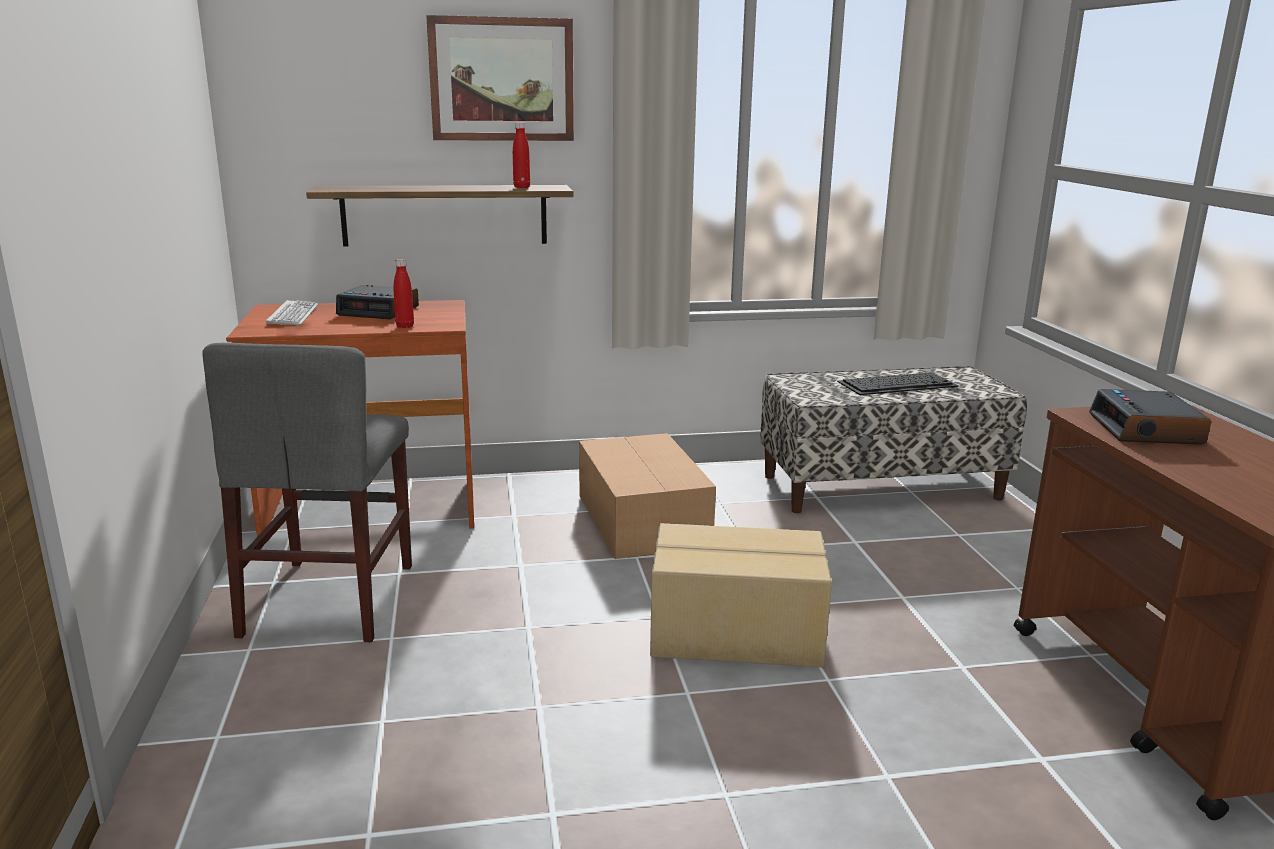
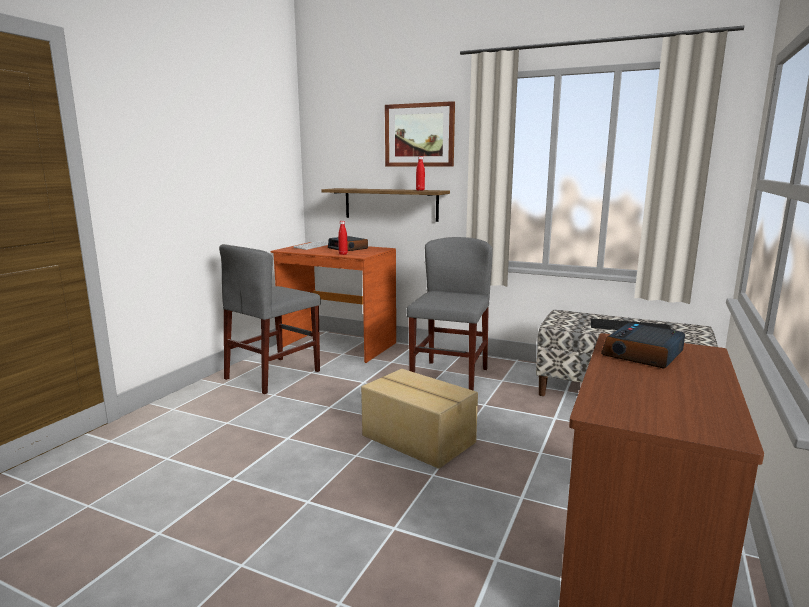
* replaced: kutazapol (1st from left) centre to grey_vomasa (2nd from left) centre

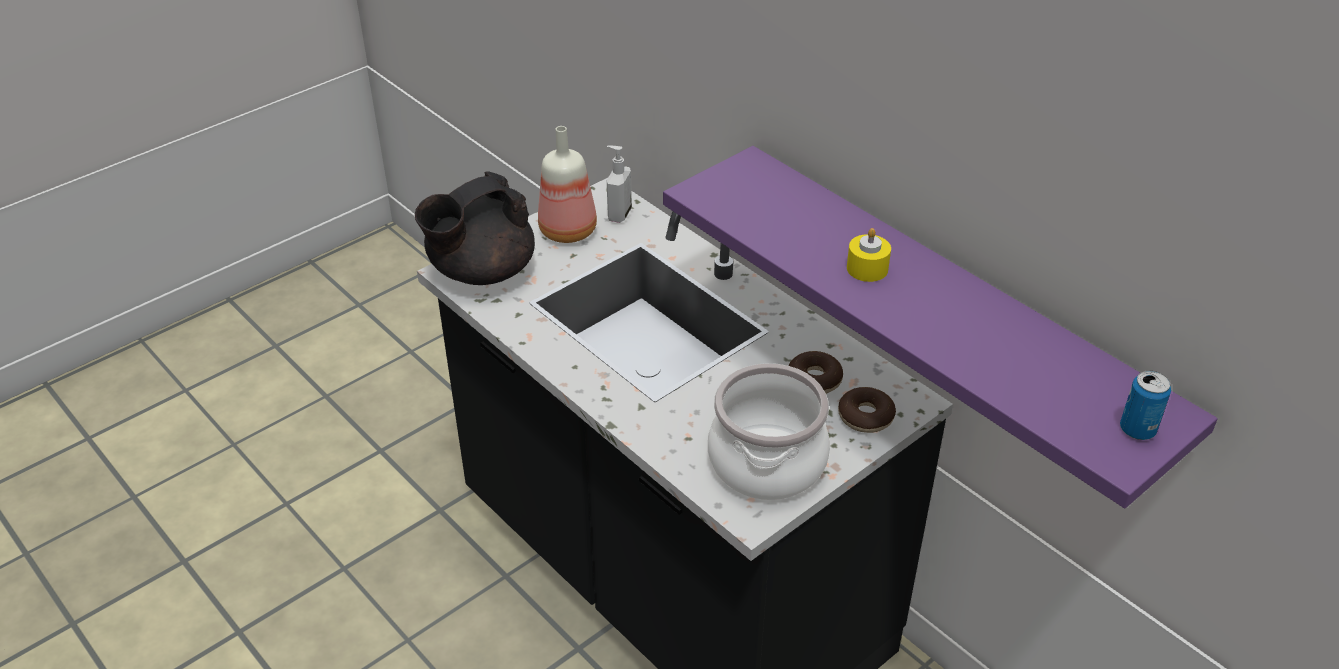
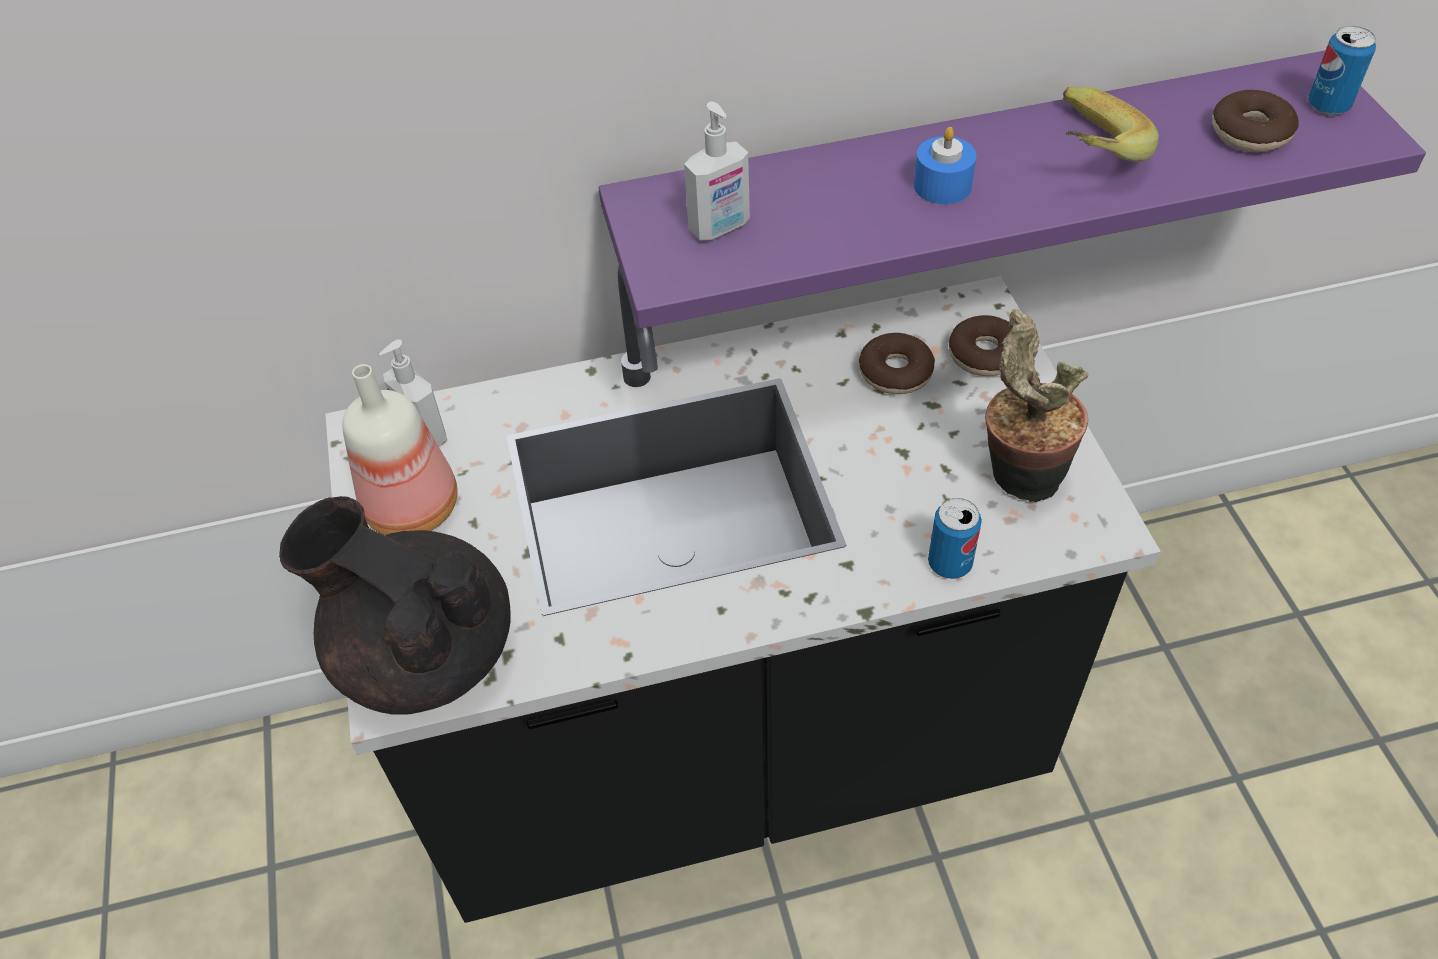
* turned: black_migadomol centre = middle left 135 degrees clockwise
* replaced: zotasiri centre to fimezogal middle right
* recoloured: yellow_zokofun centre to blue_zokofun top centre
* added: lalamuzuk (2nd from left) top centre
* added: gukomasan (1st from left) centre
* added: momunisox top right
* added: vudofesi (3rd from left) top right

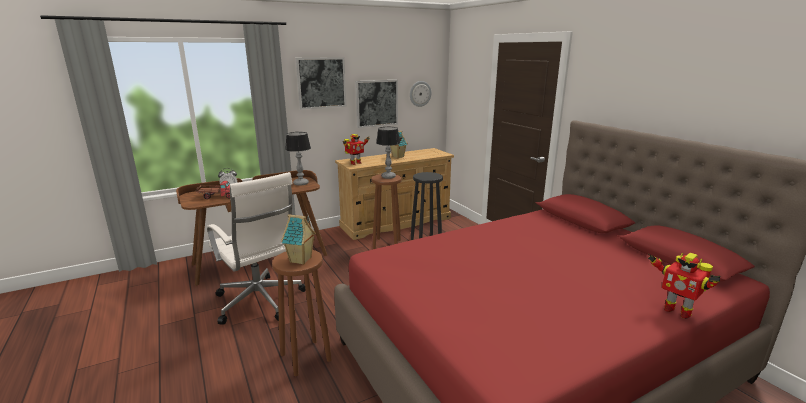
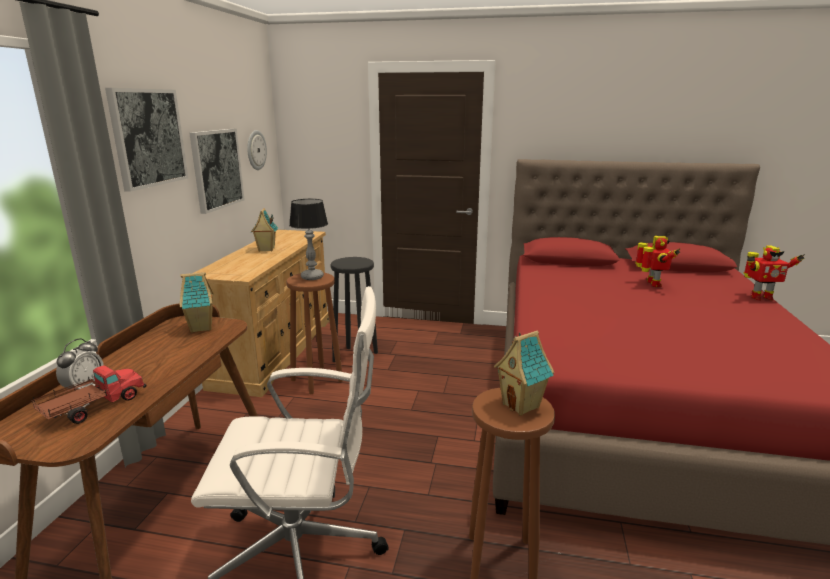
* replaced: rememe (1st from left) centre to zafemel (1st from left) middle left
* moved: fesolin (1st from left) centre to middle right

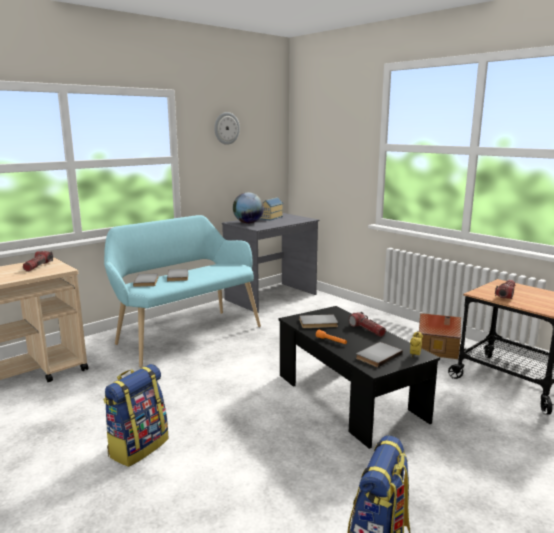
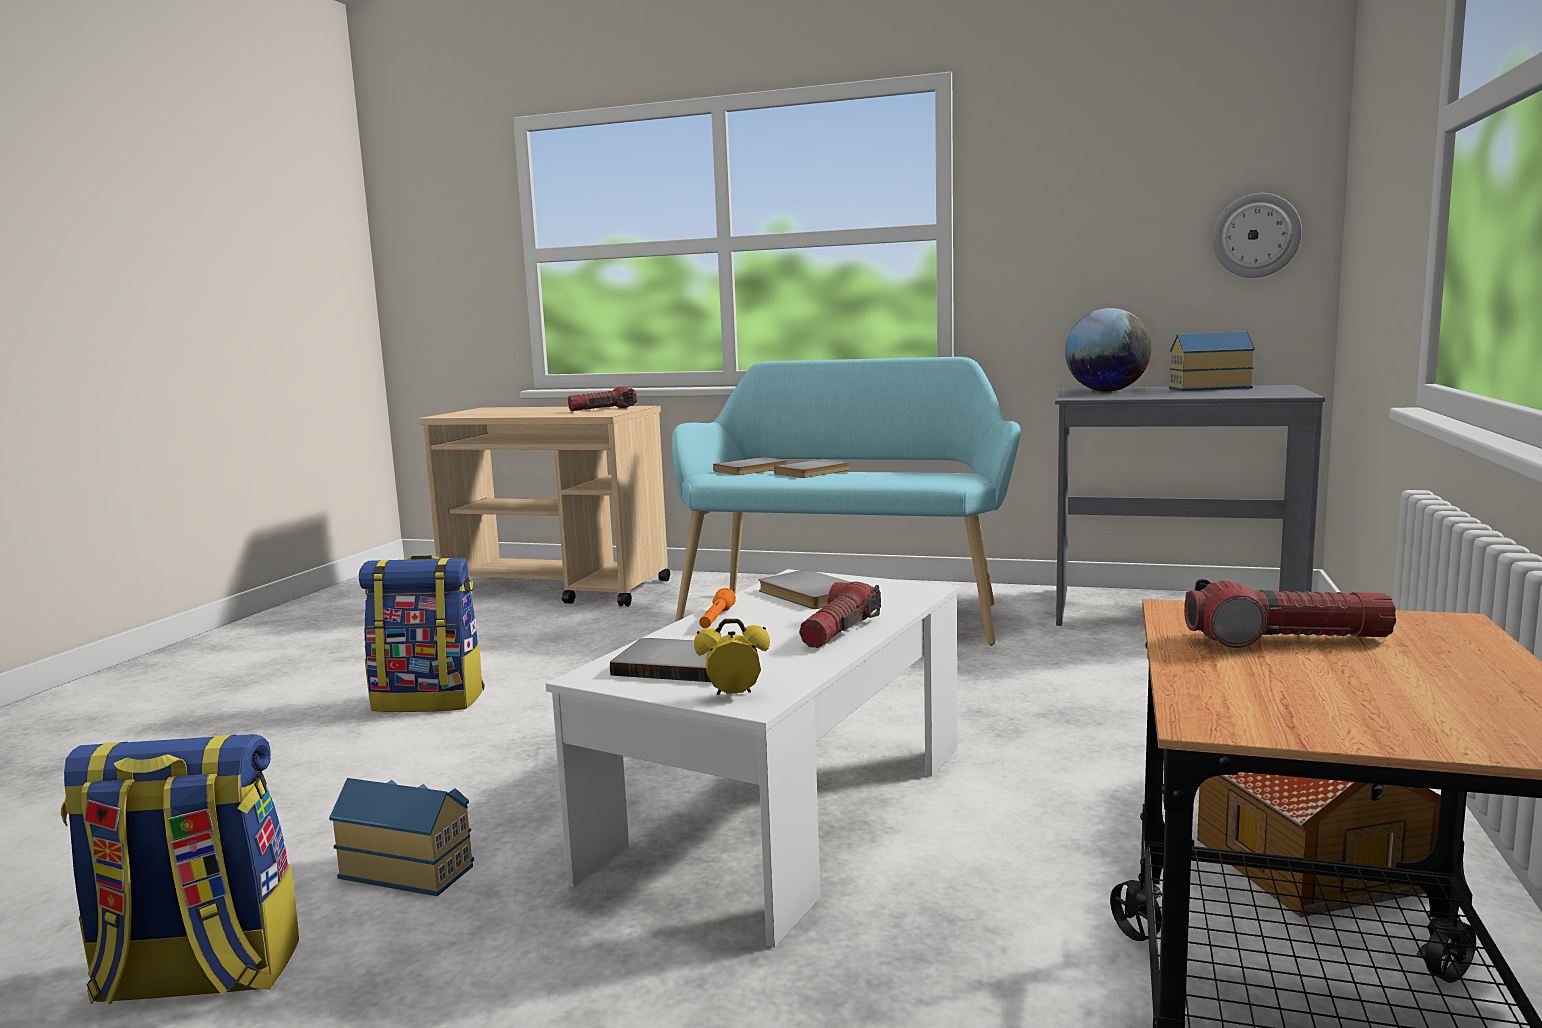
* moved: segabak top centre to top right
* recoloured: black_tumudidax bottom centre to white_tumudidax bottom centre
* added: zafemel (1st from left) bottom left

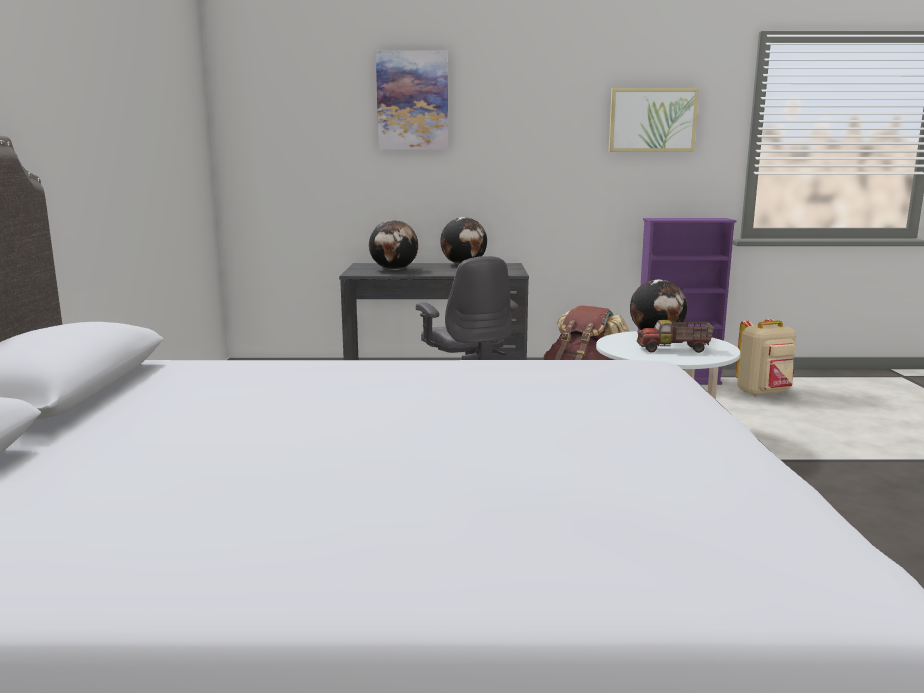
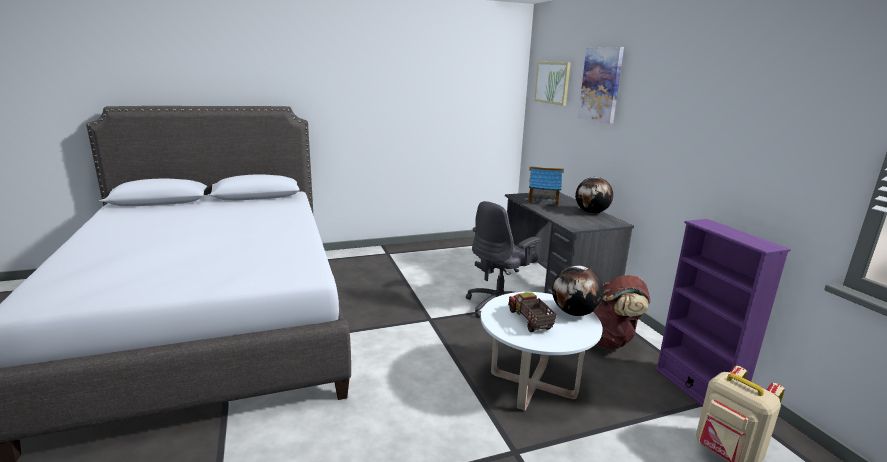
* replaced: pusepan (1st from left) centre to zafemel centre
* moved: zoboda (2nd from left in the first image) top right to zoboda (1st from left) top centre

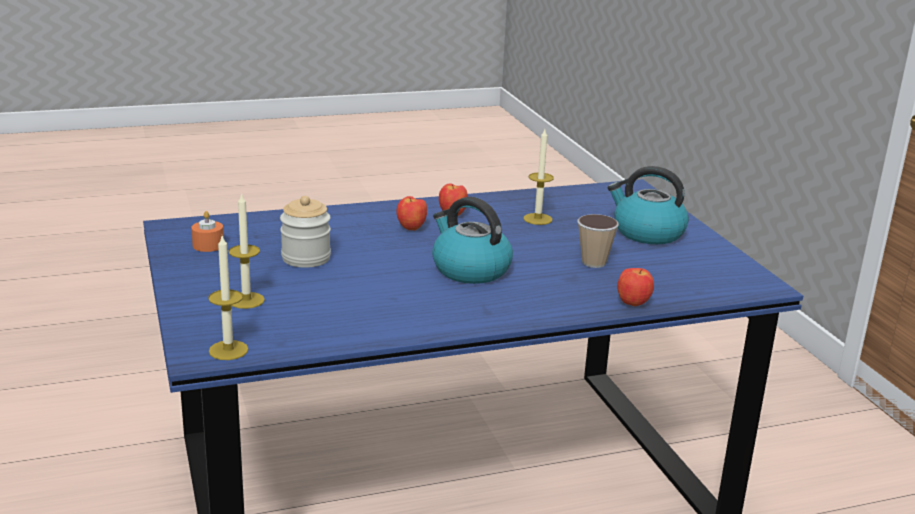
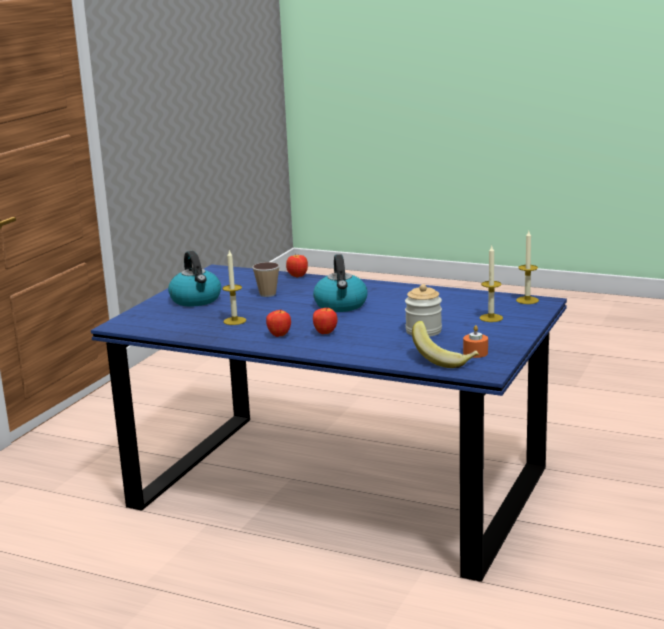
* added: momunisox middle right

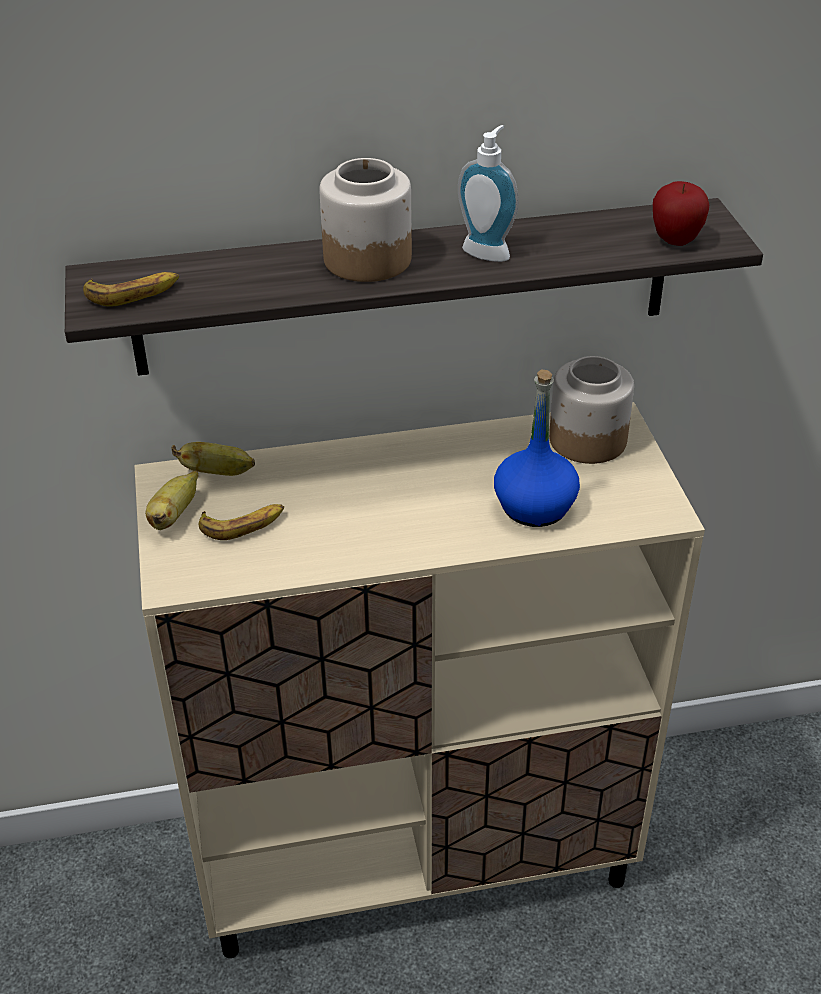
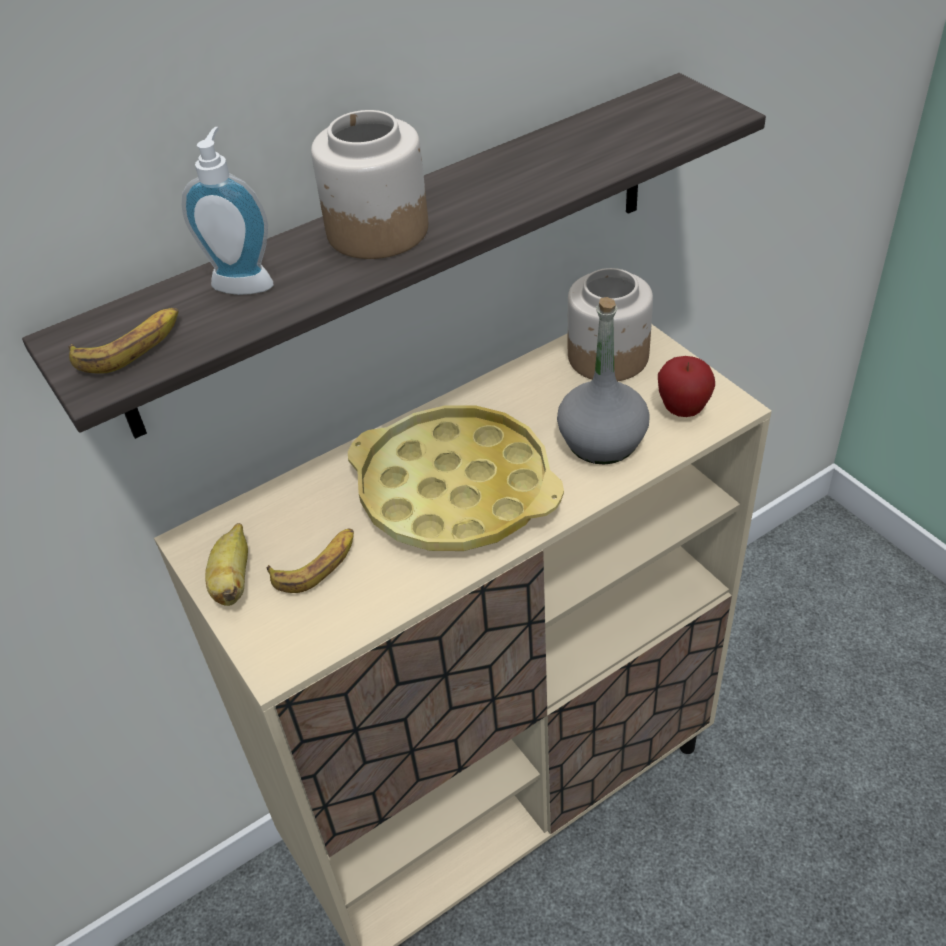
* removed: momunisox (3rd from left) middle left
* moved: lalamuzuk top centre to top left
* recoloured: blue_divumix centre to grey_divumix centre
* moved: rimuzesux top right to middle right
* added: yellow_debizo centre

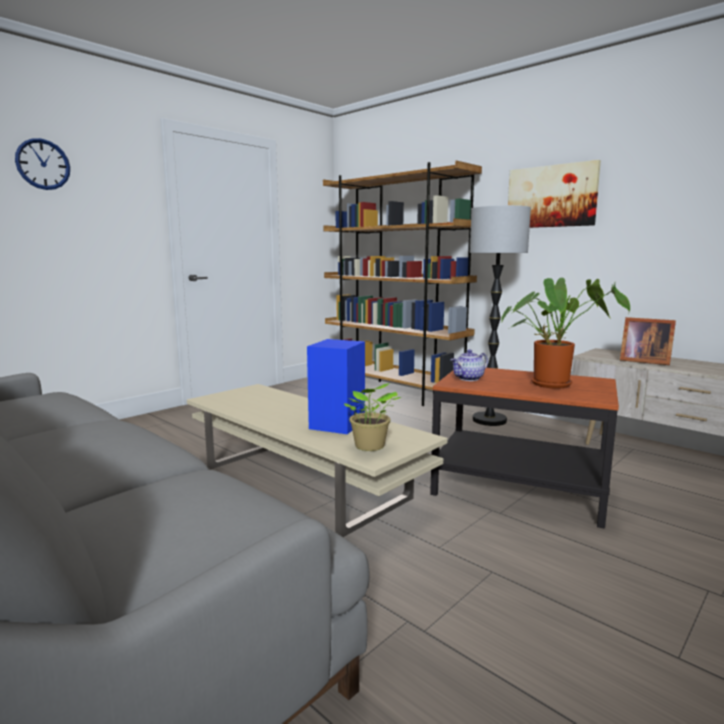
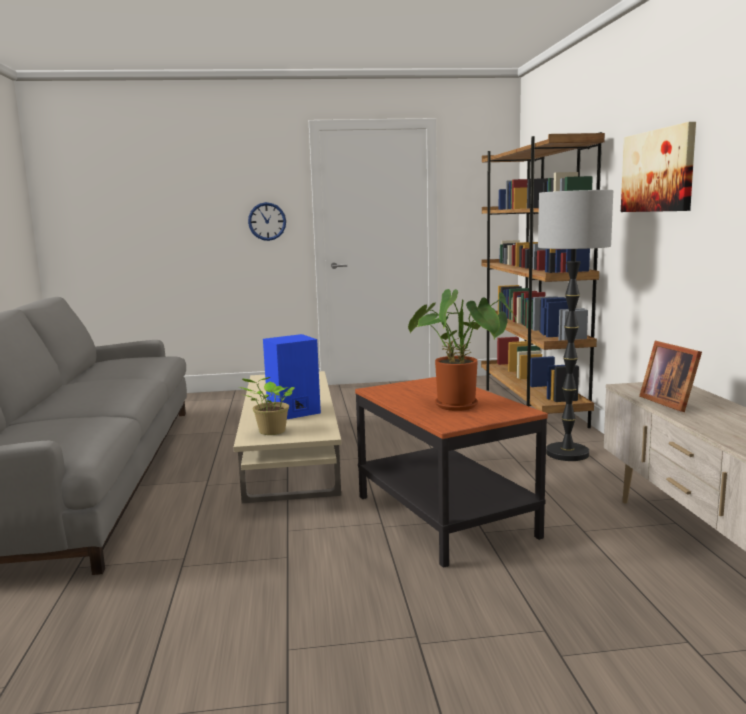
* moved: segabak top left to top centre
* removed: migadomol centre

